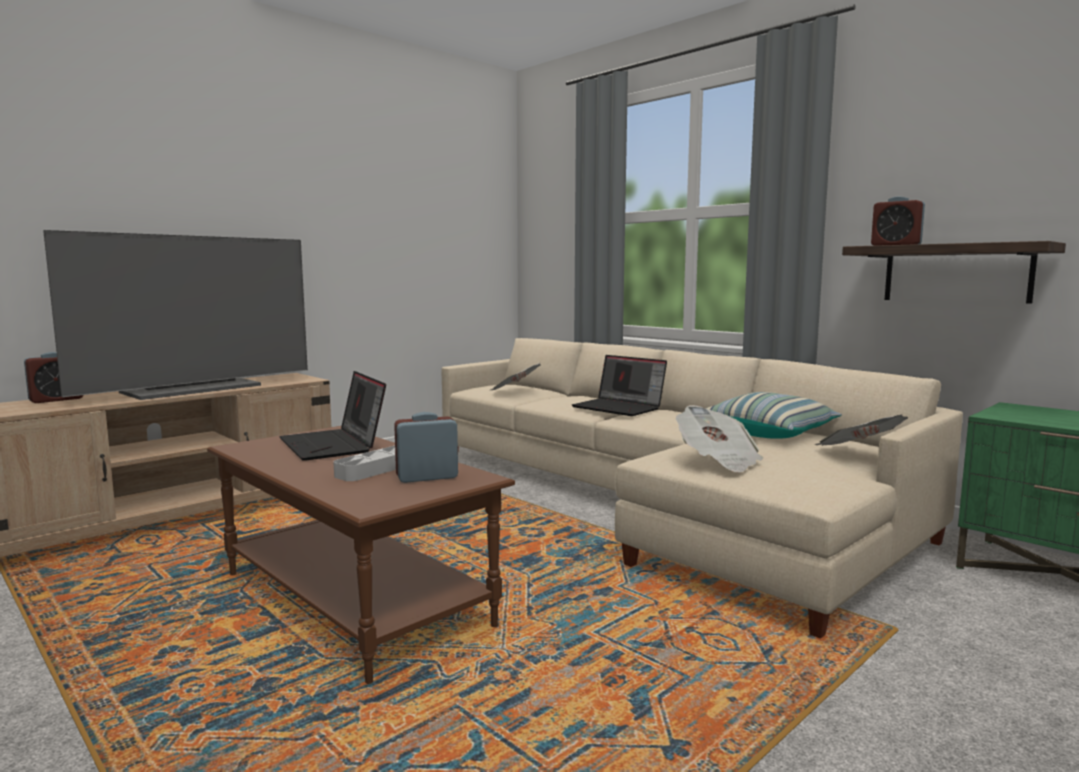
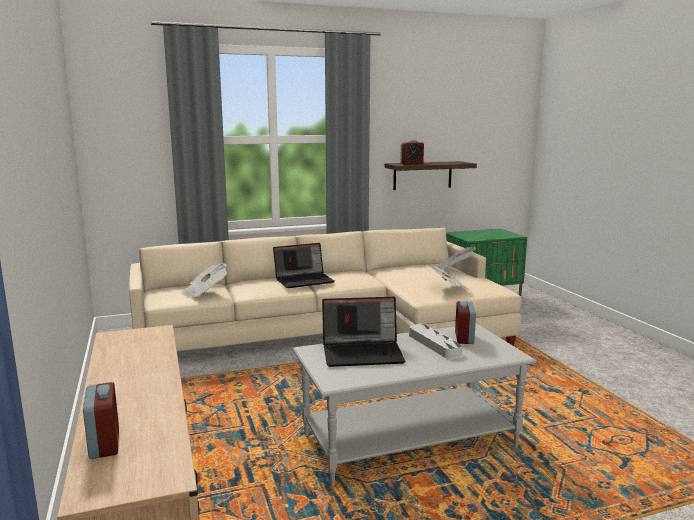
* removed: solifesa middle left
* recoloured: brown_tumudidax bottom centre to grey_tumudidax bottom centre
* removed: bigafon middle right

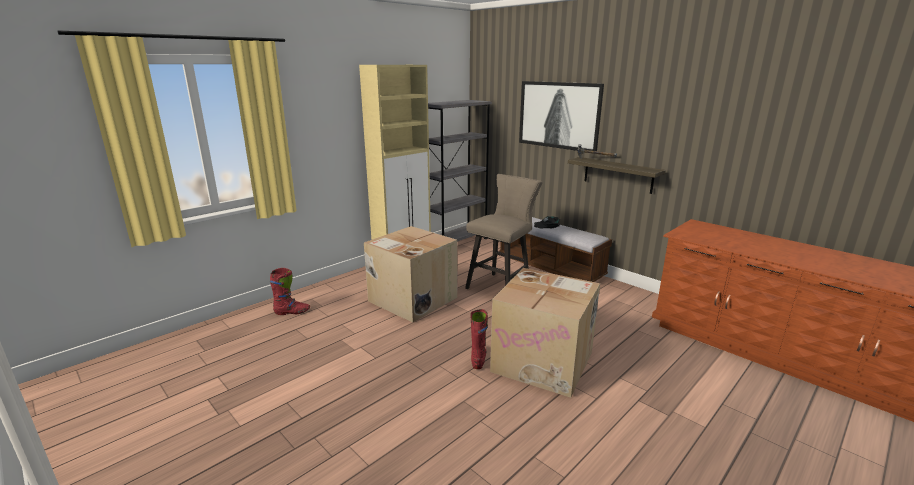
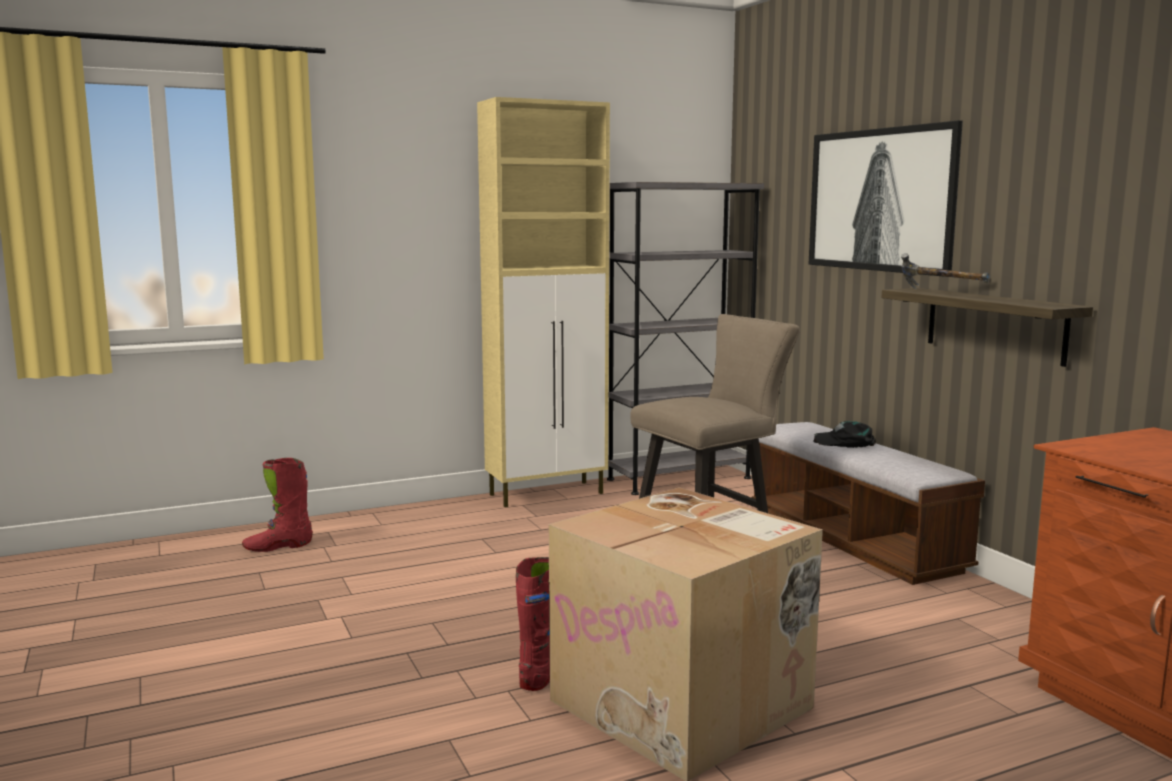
* turned: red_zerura (1st from left) middle left = middle left 150 degrees clockwise
* removed: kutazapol (1st from left) centre

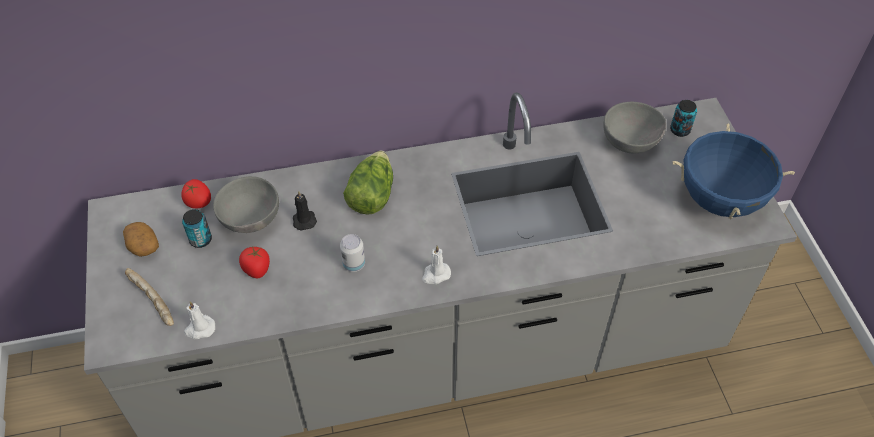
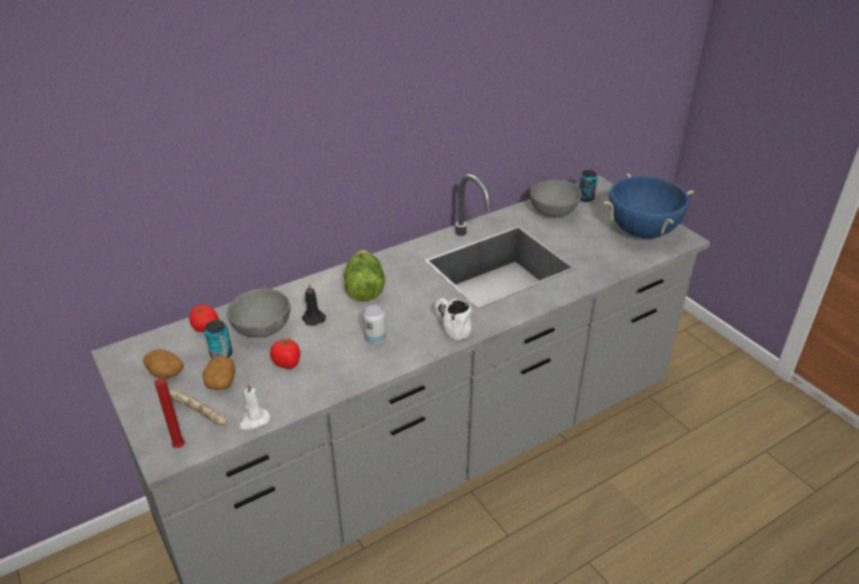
* replaced: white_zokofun (2nd from left) centre to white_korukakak centre
* added: red_zokofun bottom left
* added: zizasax (2nd from left) middle left

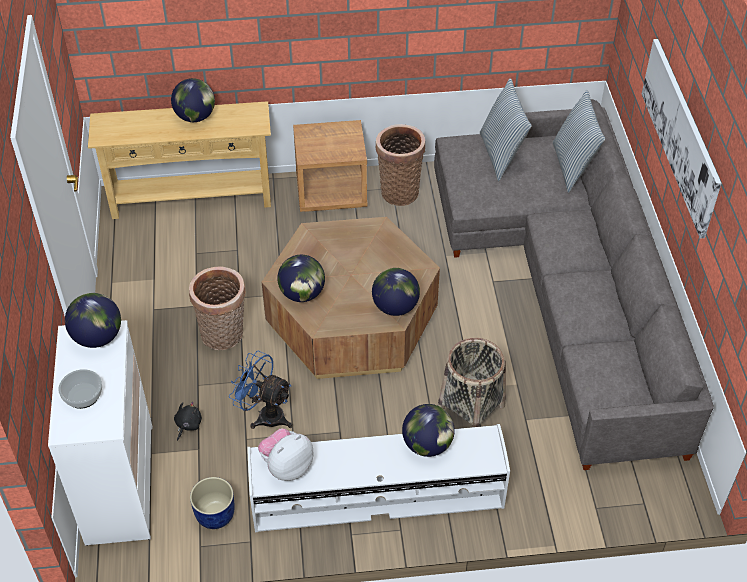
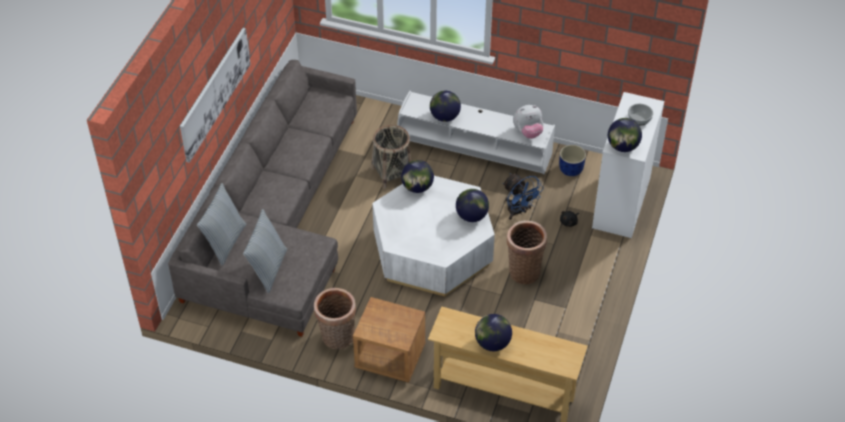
* recoloured: brown_tumudidax centre to white_tumudidax centre

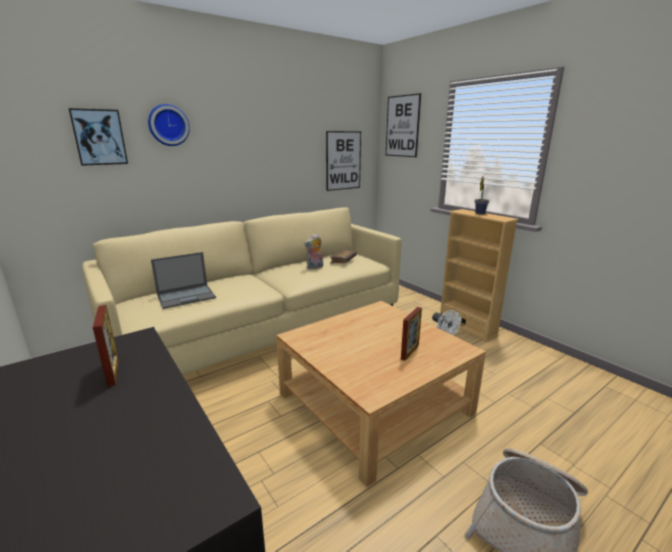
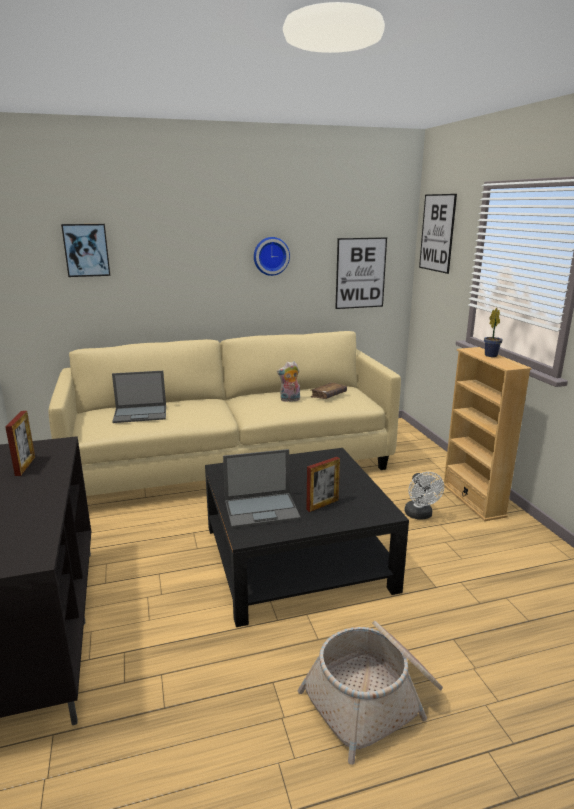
* moved: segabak top left to top centre
* recoloured: beige_tumudidax bottom centre to black_tumudidax centre
* added: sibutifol (2nd from left) centre

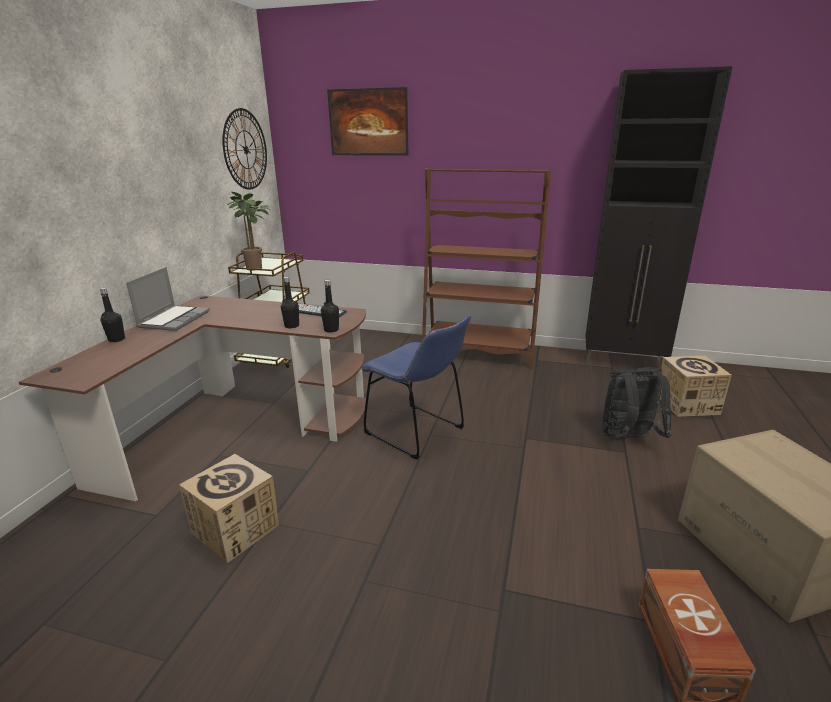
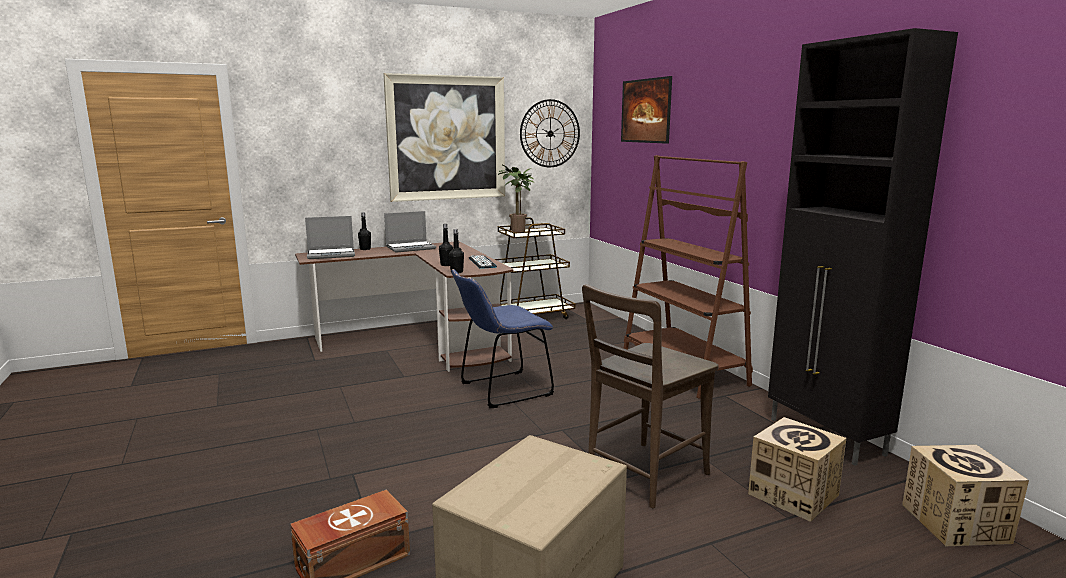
* moved: kutazapol (1st from left in the first image) bottom left to kutazapol (3rd from left) bottom right
* turned: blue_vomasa centre = centre 60 degrees clockwise
* replaced: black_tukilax middle right to brown_vomasa bottom centre
* added: sibutifol (1st from left) middle left
* added: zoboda (1st from left) top centre

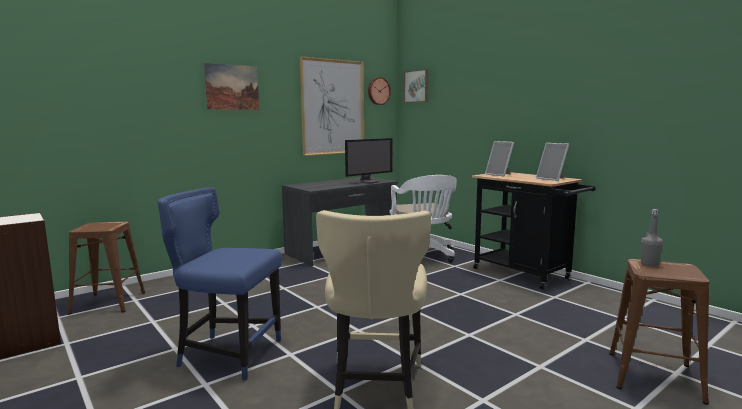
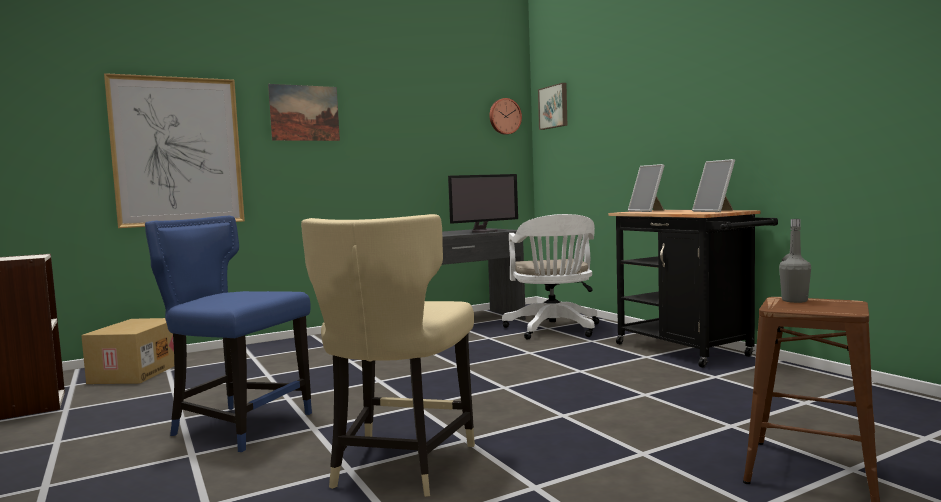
* replaced: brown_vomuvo (1st from left) middle left to kutazapol bottom left
* moved: zoboda (2nd from left in the first image) top centre to zoboda (1st from left) top left

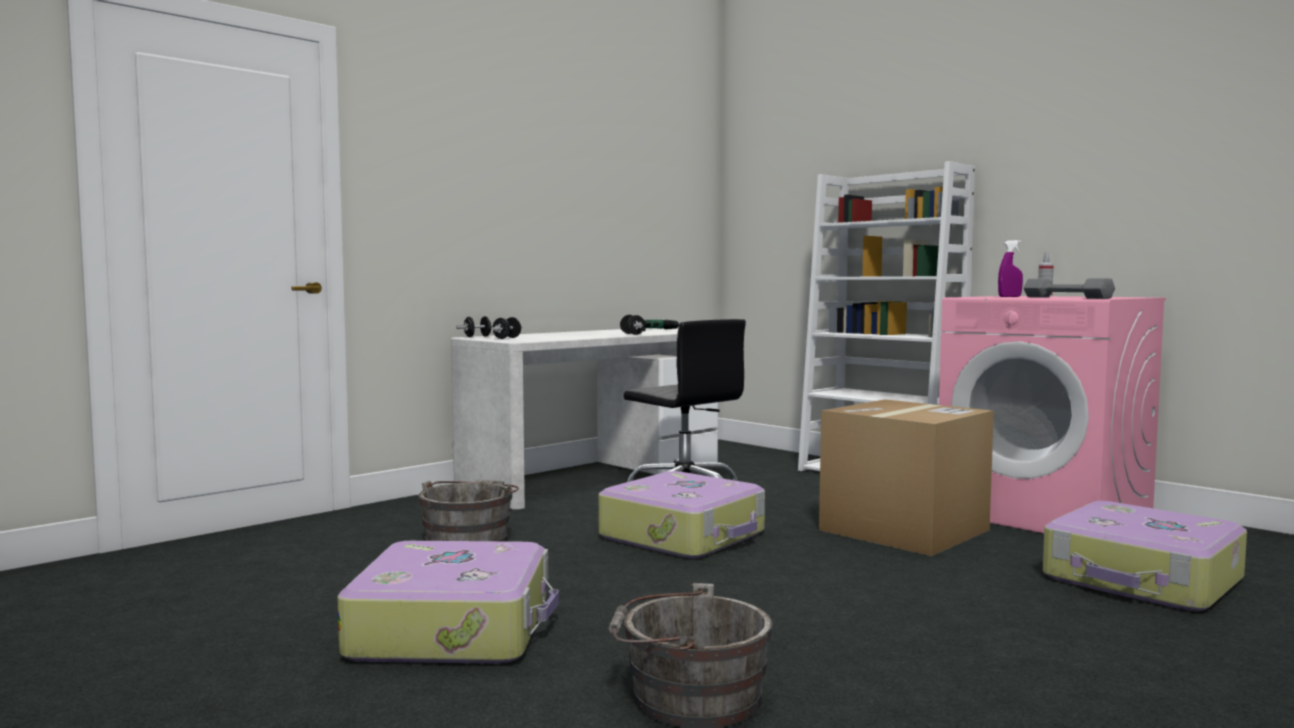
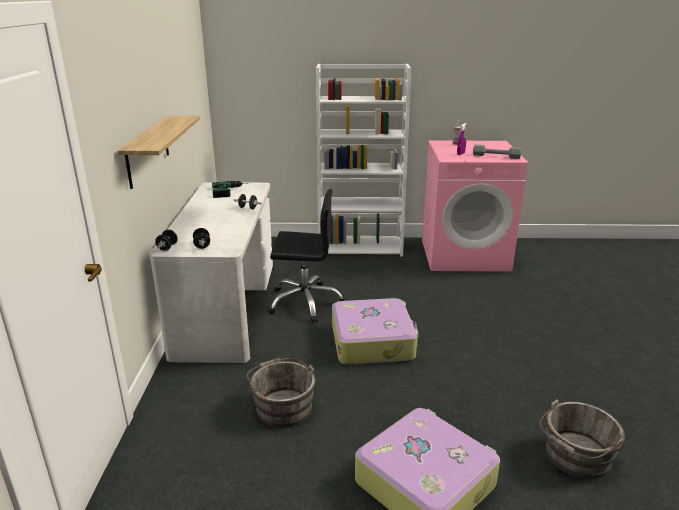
* removed: kutazapol middle right
* removed: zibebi (3rd from left) bottom right
* added: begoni top left

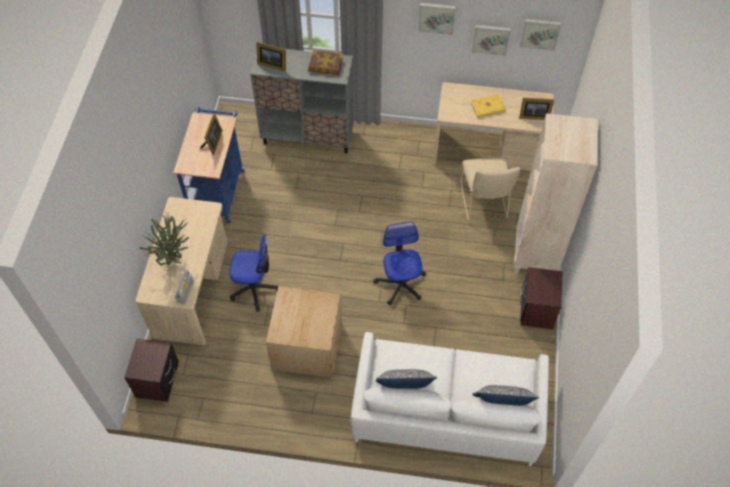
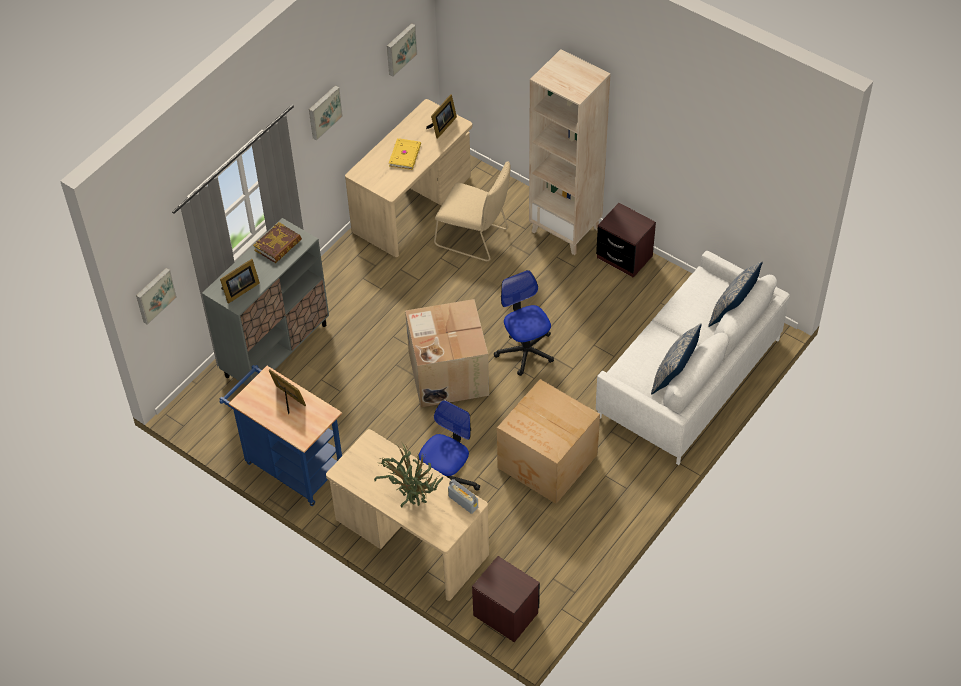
* turned: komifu (2nd from left) centre = centre 45 degrees clockwise
* moved: zoboda (2nd from left in the first image) top right to zoboda (1st from left) middle left
* added: kutazapol (1st from left) centre

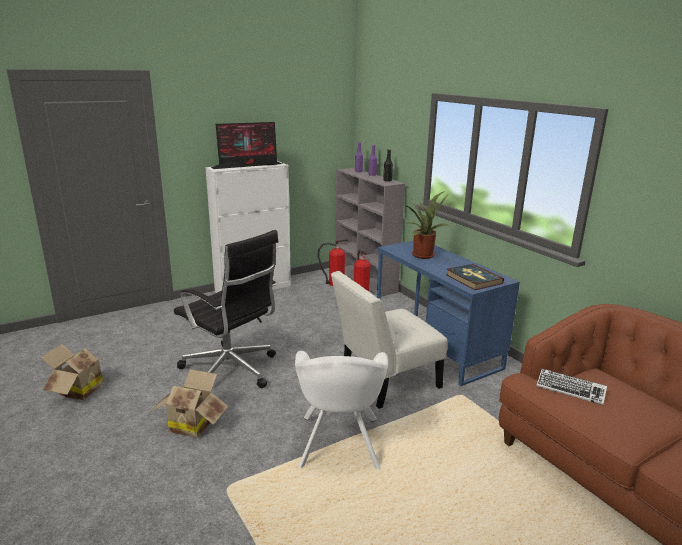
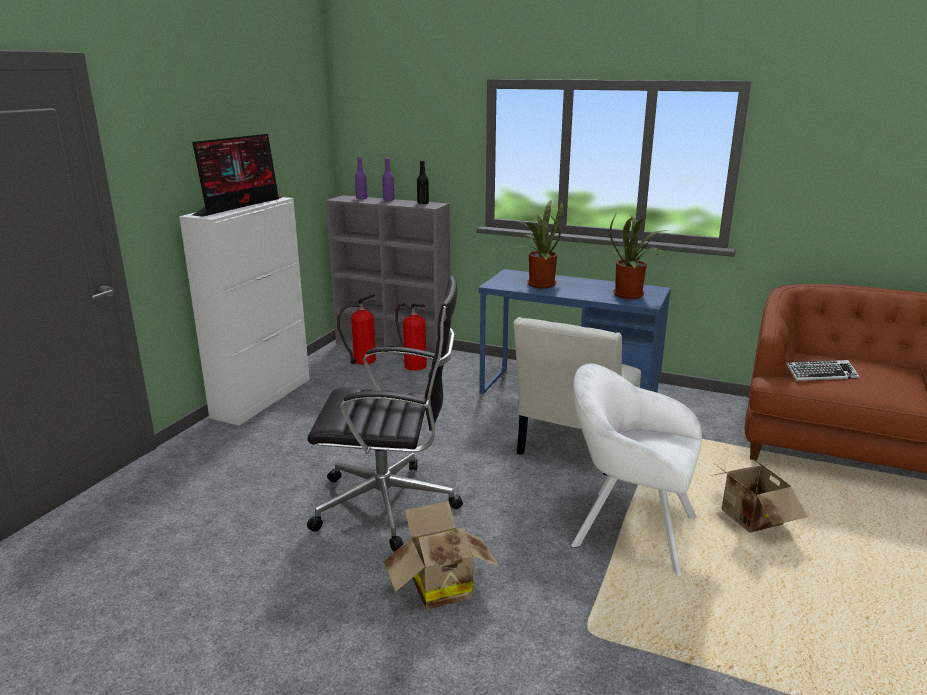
* moved: kutazapol (1st from left in the first image) bottom left to kutazapol (2nd from left) bottom right
* turned: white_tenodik bottom centre = bottom right 150 degrees clockwise
* replaced: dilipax middle right to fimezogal (2nd from left) middle right

